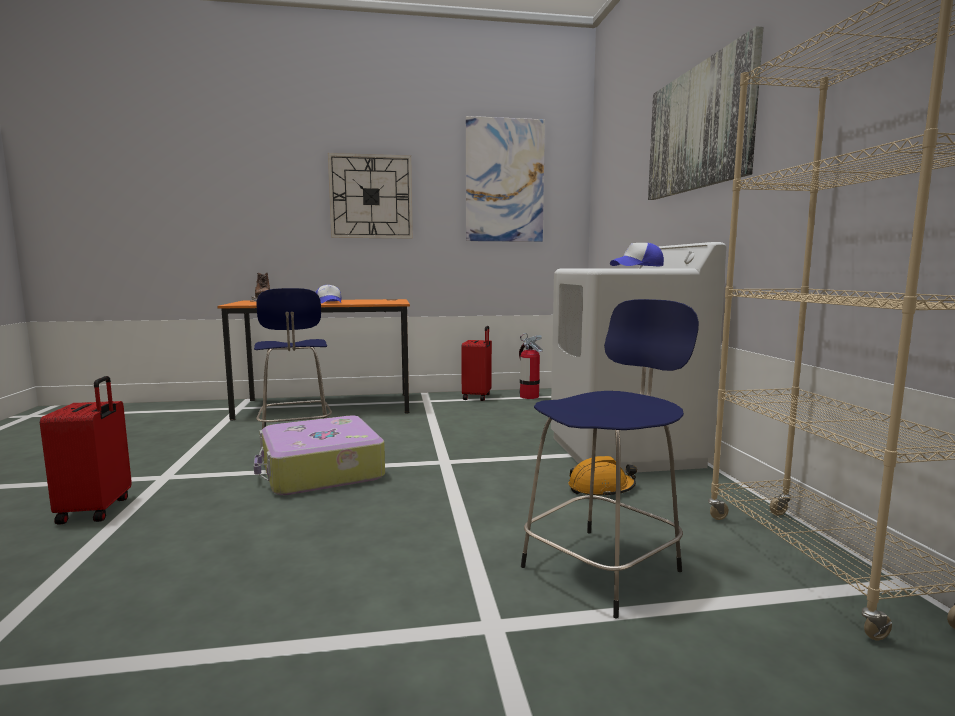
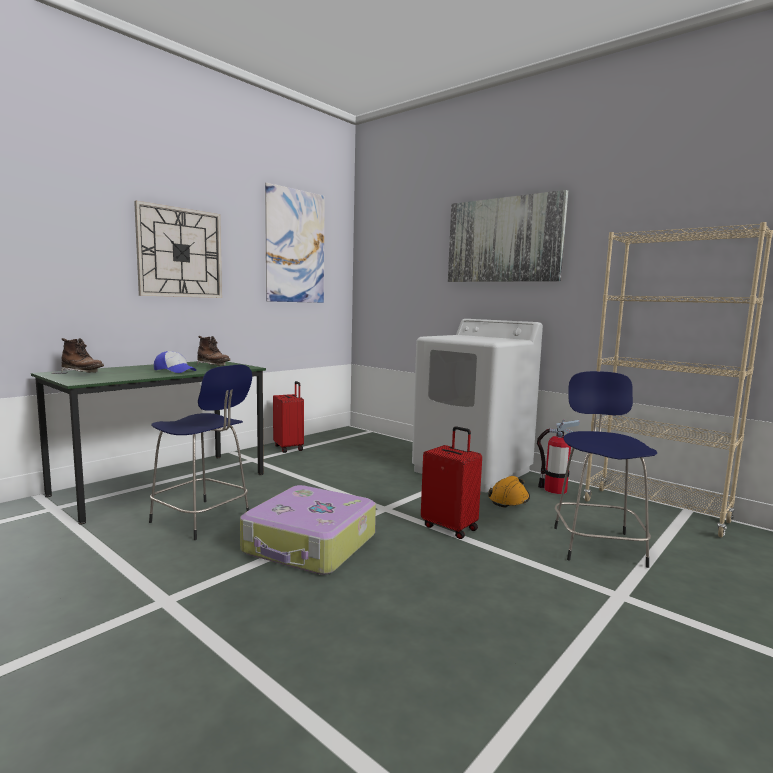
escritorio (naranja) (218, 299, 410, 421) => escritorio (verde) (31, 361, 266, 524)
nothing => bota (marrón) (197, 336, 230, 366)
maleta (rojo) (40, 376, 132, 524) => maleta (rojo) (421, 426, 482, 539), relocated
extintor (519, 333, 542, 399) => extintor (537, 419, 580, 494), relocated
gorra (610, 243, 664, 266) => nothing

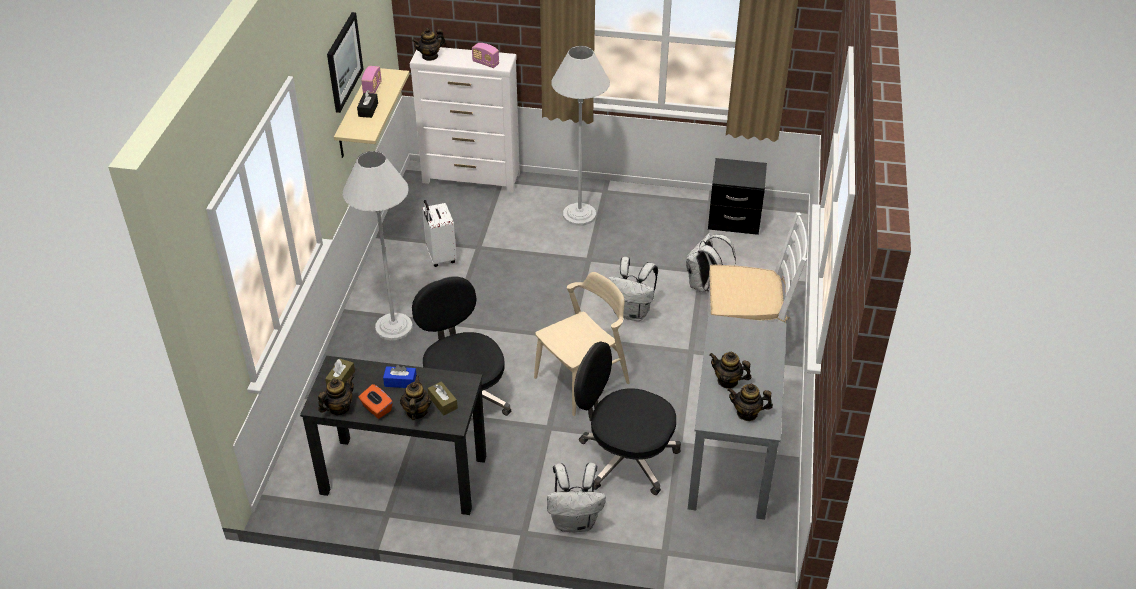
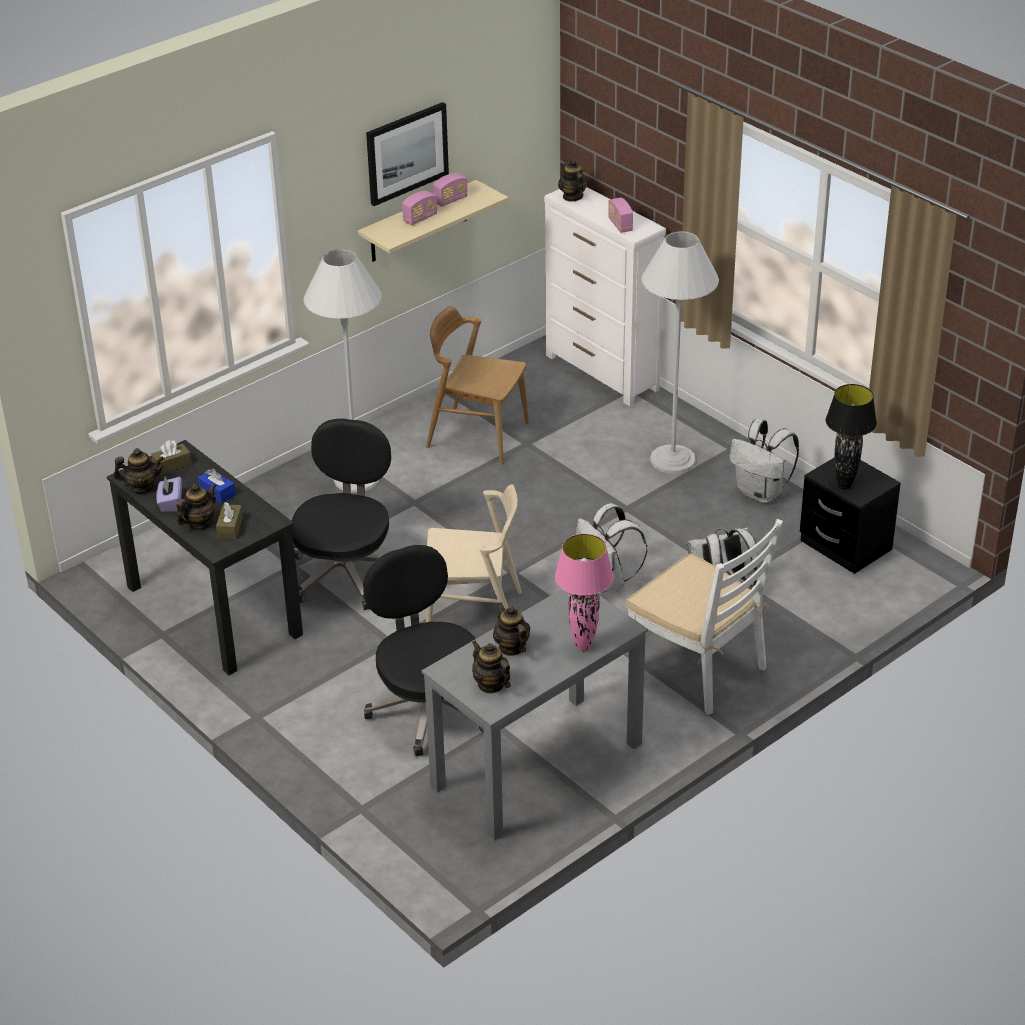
caja de pañuelos (naranja) (358, 384, 393, 419) => caja de pañuelos (morado) (156, 477, 182, 512)
caja de pañuelos (negro) (357, 90, 378, 118) => radio (402, 191, 437, 225)
maleta (blanco) (422, 200, 457, 267) => silla (marrón) (426, 306, 529, 464)
nothing => lámpara de mesa (rosa) (555, 534, 613, 651)
tetera (412, 28, 446, 61) => tetera (558, 160, 588, 202), 60 degrees clockwise
mochila (blanco) (547, 463, 606, 532) => mochila (blanco) (729, 418, 799, 503), relocated
nothing => lámpara de mesa (negro) (826, 384, 877, 490)

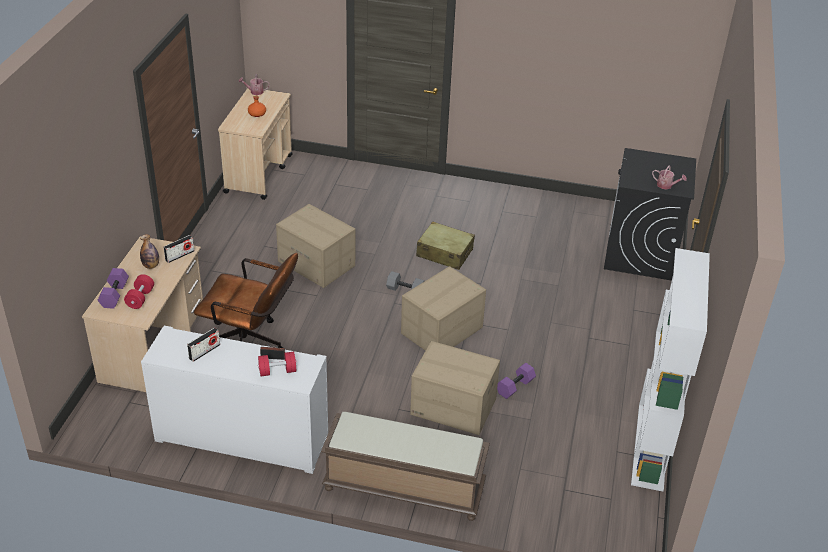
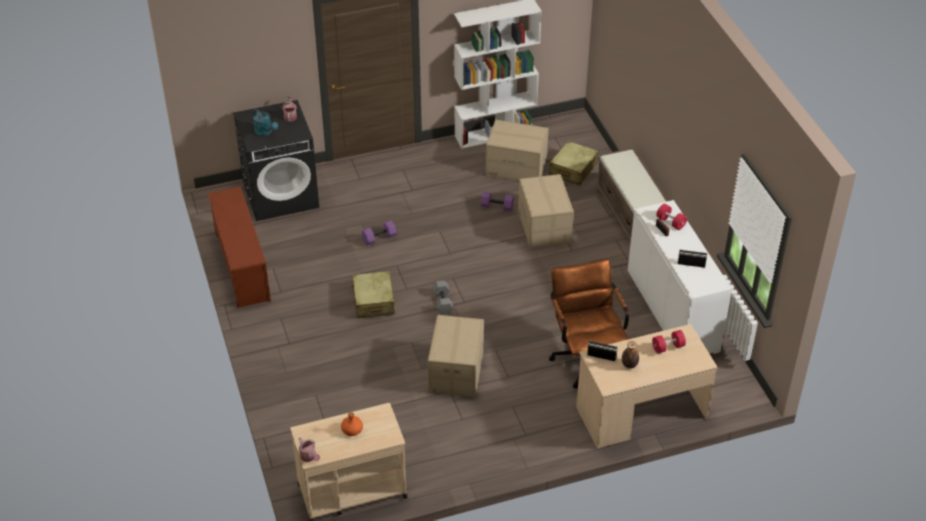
nothing => zapatero (marrón) (207, 186, 271, 308)
nothing => regadera (turquesa) (252, 108, 278, 137)
mancuerna (morado) (98, 268, 129, 309) => mancuerna (morado) (362, 221, 397, 245), relocated
caja de cartón (401, 266, 486, 351) => caja de cartón (485, 120, 549, 181), relocated
nothing => maleta (beis) (549, 141, 598, 185)

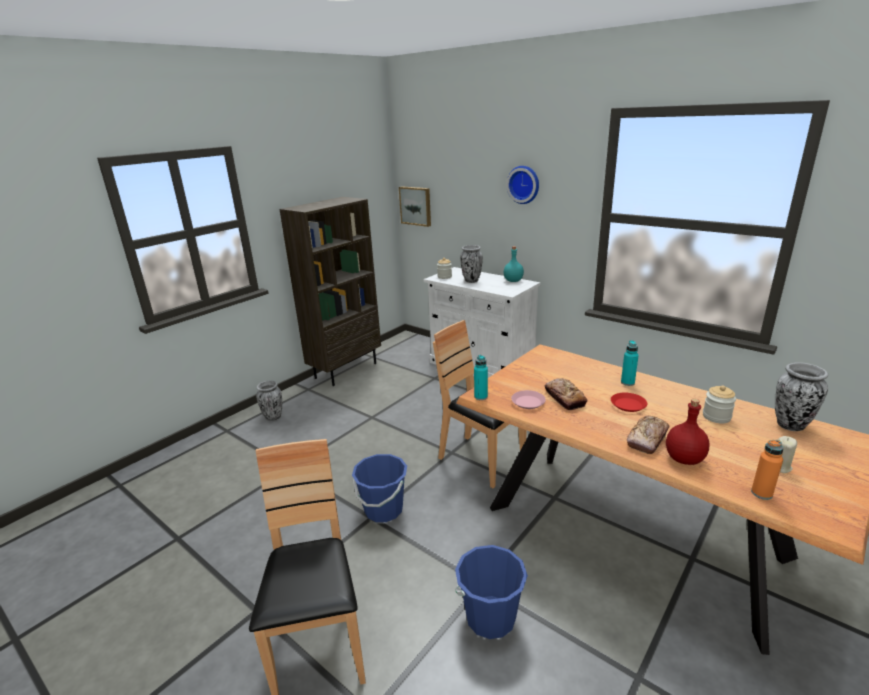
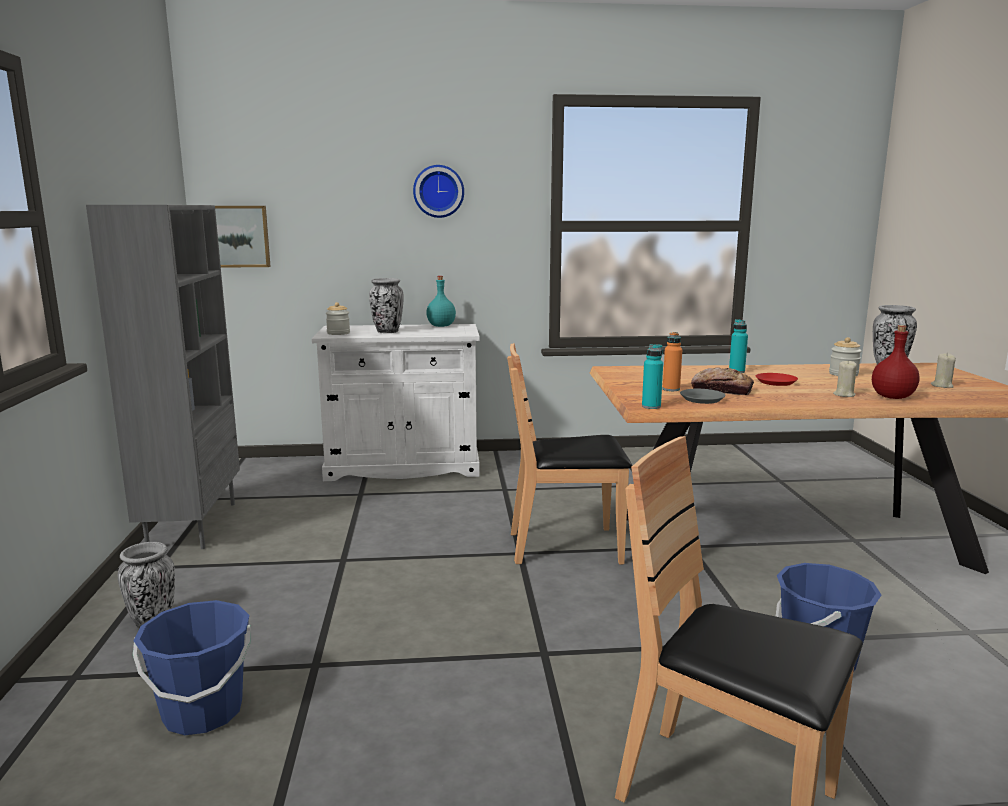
estantería (marrón) (279, 197, 381, 386) => estantería (gris) (86, 205, 240, 549)
cubo (azul) (352, 454, 407, 522) => cubo (azul) (133, 600, 251, 735), relocated
botella (naranja) (751, 440, 783, 500) => botella (naranja) (663, 332, 682, 391), relocated
plato (rosa) (511, 390, 546, 409) => plato (gris) (680, 389, 725, 404)
pan (627, 416, 669, 454) => vela (beis) (833, 360, 857, 397)

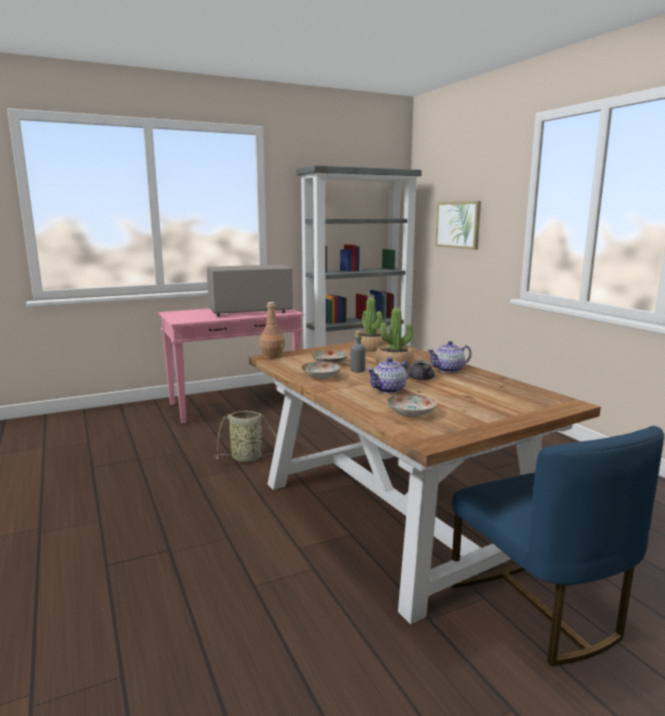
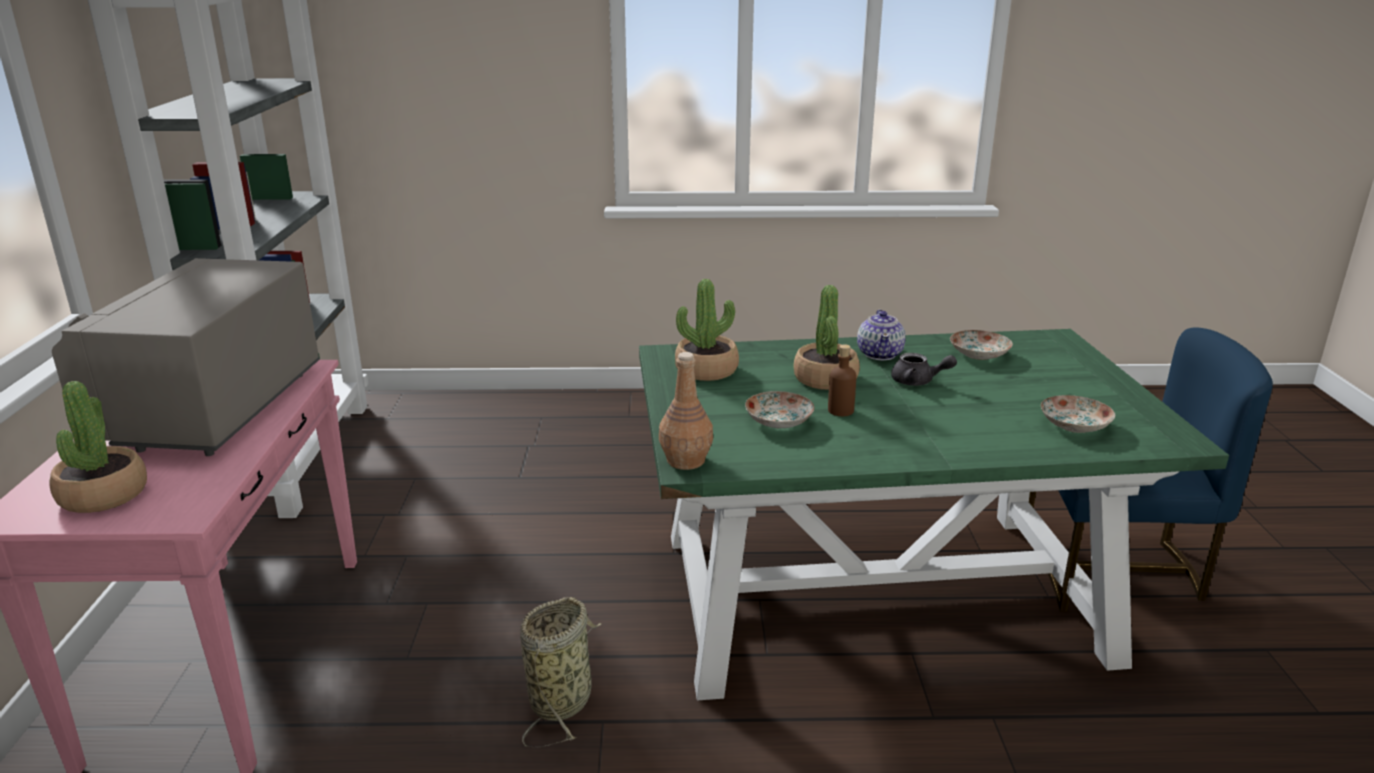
nothing => planta en maceta (49, 381, 147, 513)
mesa de comedor (marrón) (249, 342, 601, 624) => mesa de comedor (verde) (639, 329, 1229, 701)
botella (gris) (350, 331, 366, 372) => botella (marrón) (828, 344, 857, 416)
plato (301, 362, 341, 379) => plato (950, 330, 1013, 360), relocated
tetera (367, 357, 411, 394) => nothing
cuadro (435, 201, 481, 250) => nothing

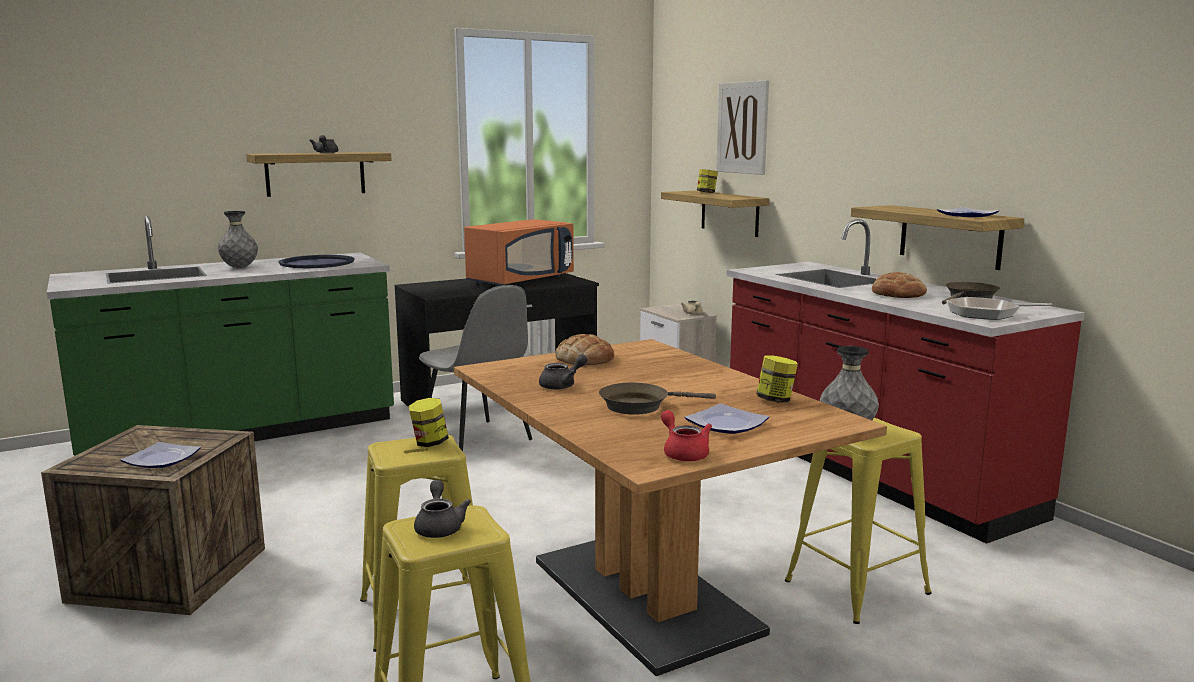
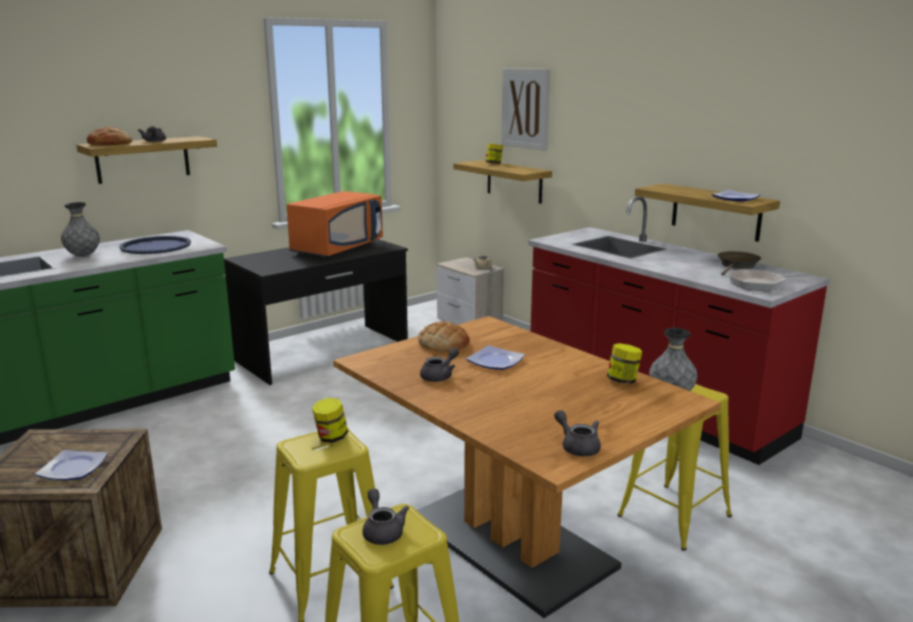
pan (872, 272, 927, 298) => pan (87, 127, 132, 146), relocated
plato (685, 403, 769, 434) => plato (466, 345, 525, 370), relocated
tetera (rojo) (661, 410, 712, 461) => tetera (gris) (554, 410, 601, 456)
silla (gris) (419, 285, 532, 451) => nothing
sartén (marrón) (599, 383, 716, 415) => nothing

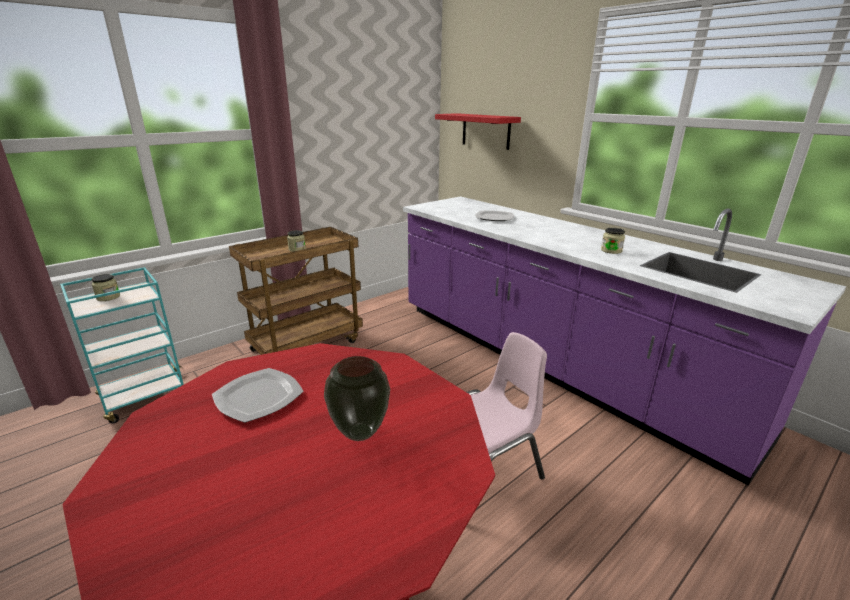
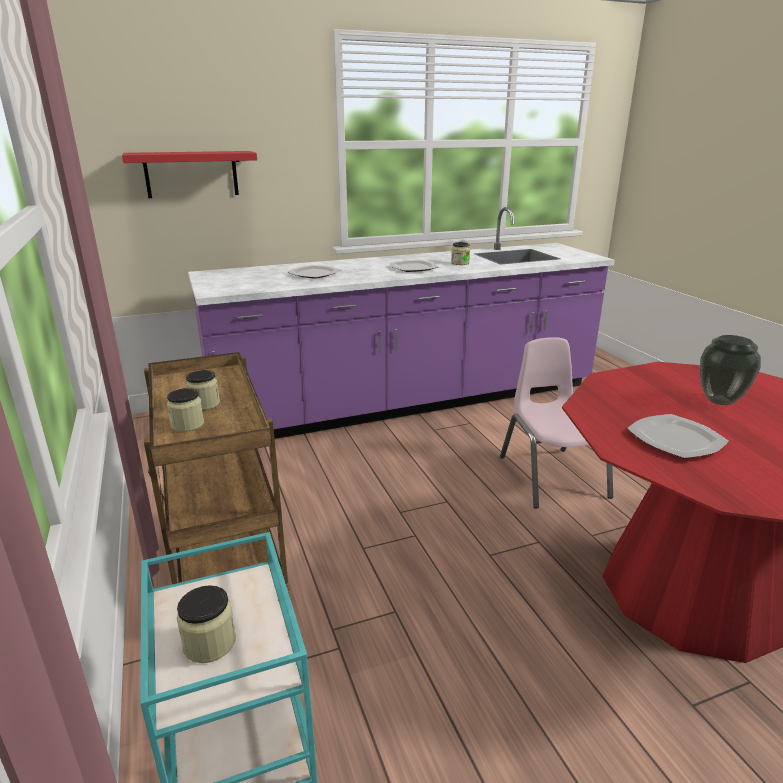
nothing => tarro (167, 388, 204, 432)
nothing => plato (390, 260, 438, 272)

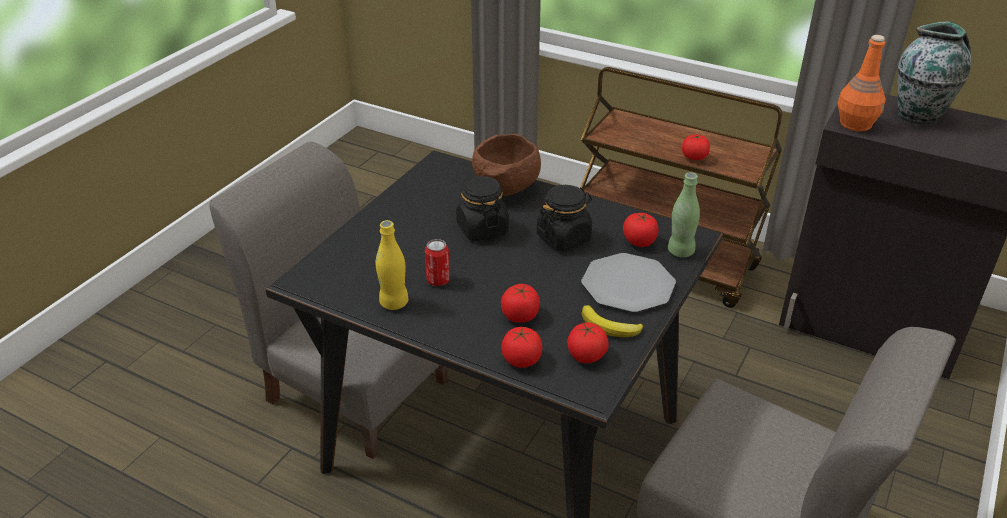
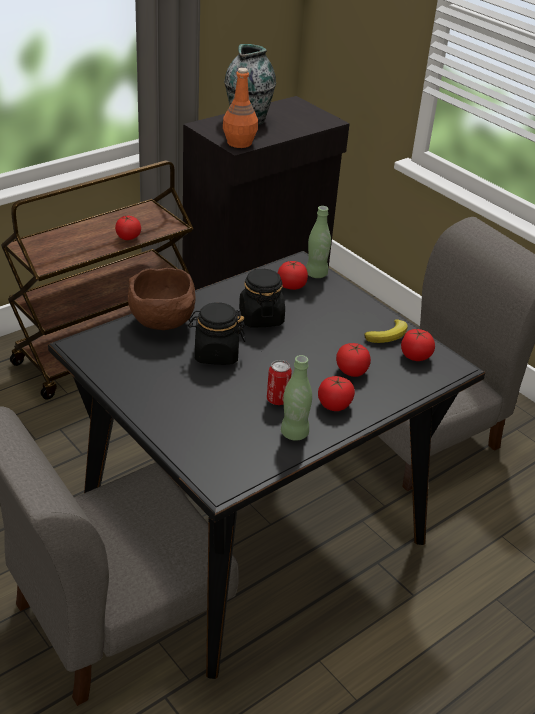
botella (amarillo) (376, 220, 409, 310) => botella (verde) (281, 355, 312, 441)
tomate (501, 326, 542, 368) => tomate (318, 376, 355, 411), relocated
plato (581, 253, 676, 312) => nothing

